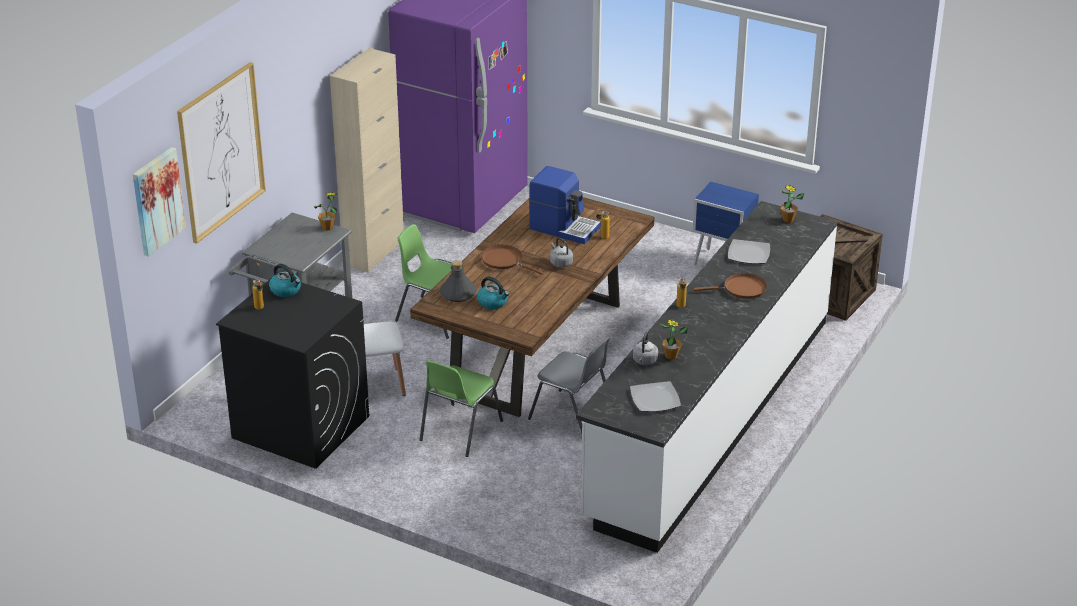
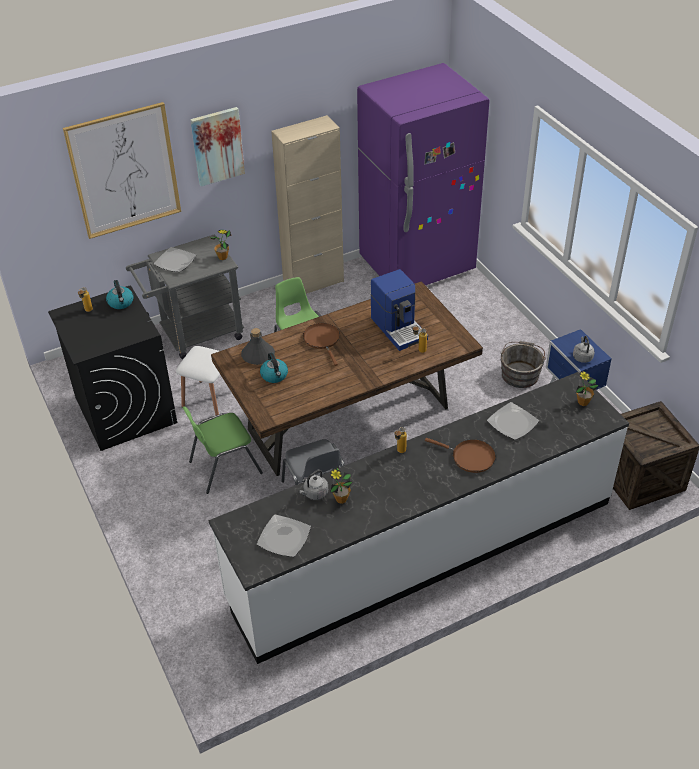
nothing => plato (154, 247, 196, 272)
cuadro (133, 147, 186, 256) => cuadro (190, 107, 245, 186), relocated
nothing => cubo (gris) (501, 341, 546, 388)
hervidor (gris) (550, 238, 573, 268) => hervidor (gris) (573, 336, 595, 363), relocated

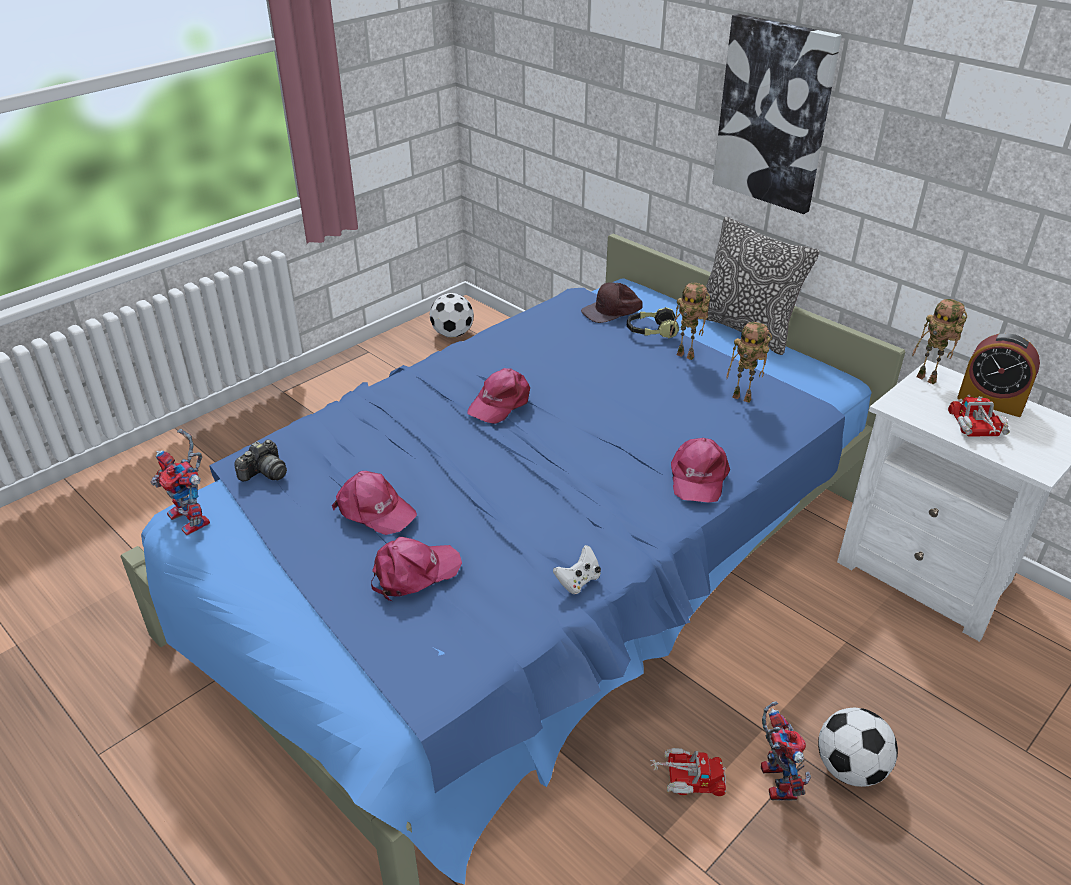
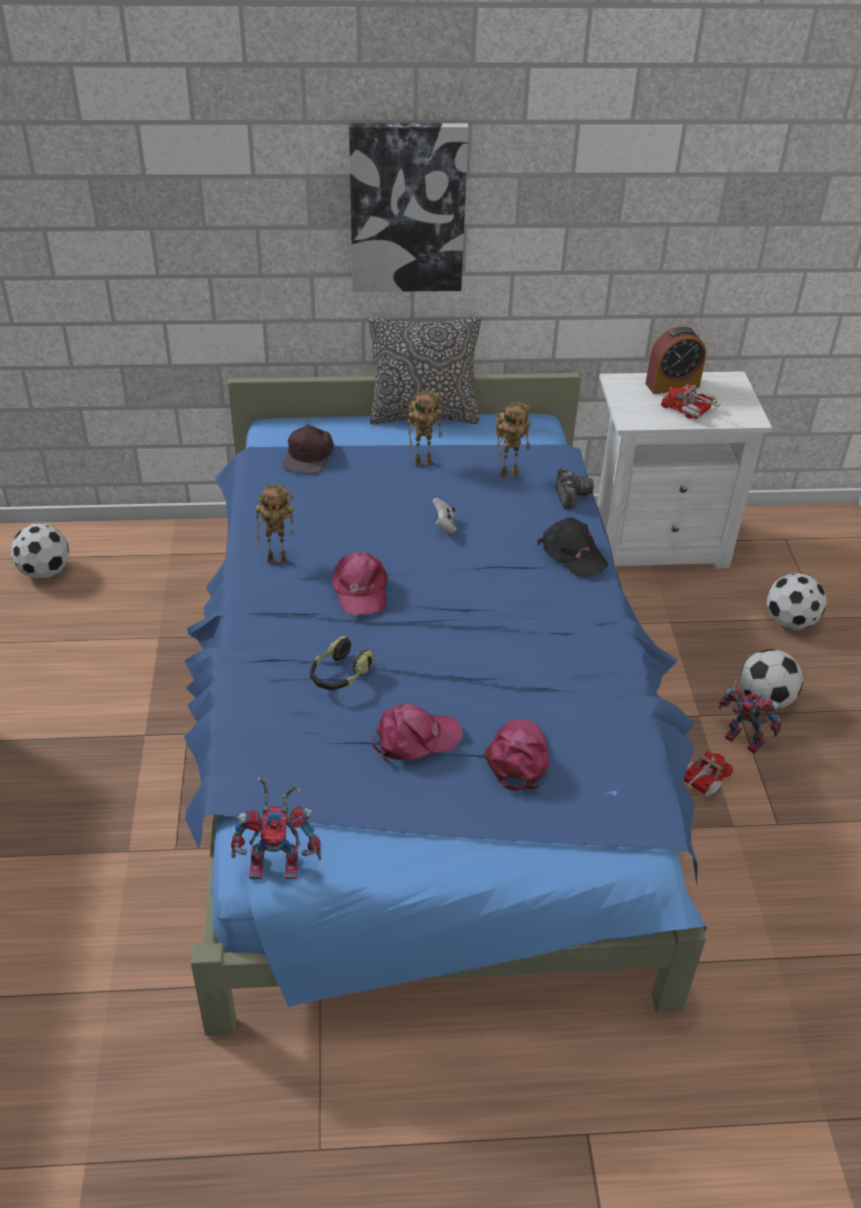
robot de juguete (912, 299, 967, 384) => robot de juguete (255, 485, 294, 563), relocated
auriculares (627, 307, 679, 338) => auriculares (310, 636, 375, 690), relocated
mando de consola (blanco) (553, 545, 601, 594) => mando de consola (blanco) (433, 498, 456, 533), relocated
gorra (rosa) (671, 438, 730, 502) => gorra (negro) (538, 517, 608, 577)
cámara (234, 439, 287, 482) => cámara (555, 468, 594, 509), relocated
nothing => balón de fútbol (767, 573, 827, 630)

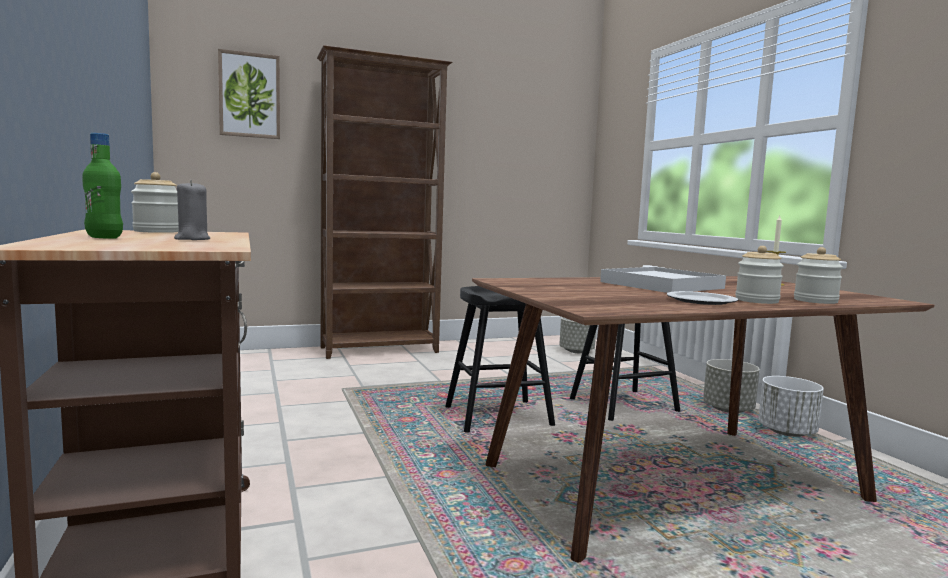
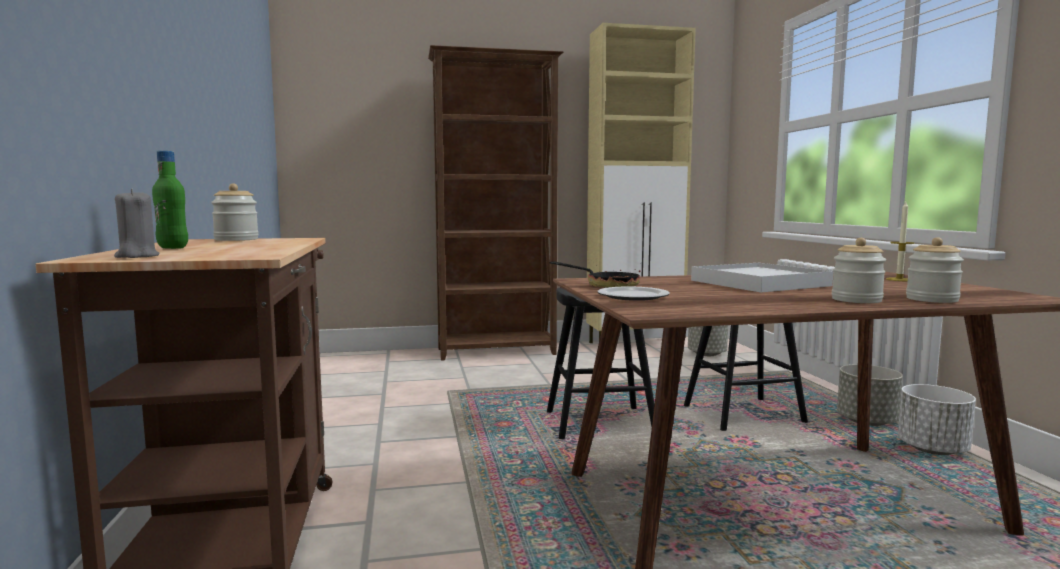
vela (gris) (174, 180, 210, 240) => vela (gris) (114, 189, 159, 258), relocated
nothing => sartén (550, 262, 641, 288)
nothing => armario (beis) (586, 23, 696, 343)
plato (667, 291, 738, 305) => plato (597, 286, 670, 301), relocated
cuadro (218, 49, 280, 139) => nothing

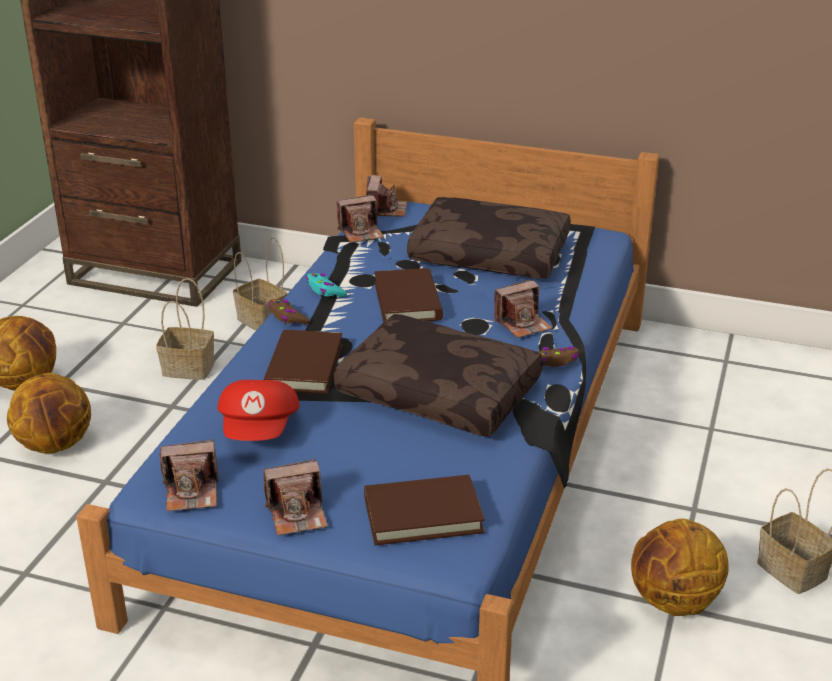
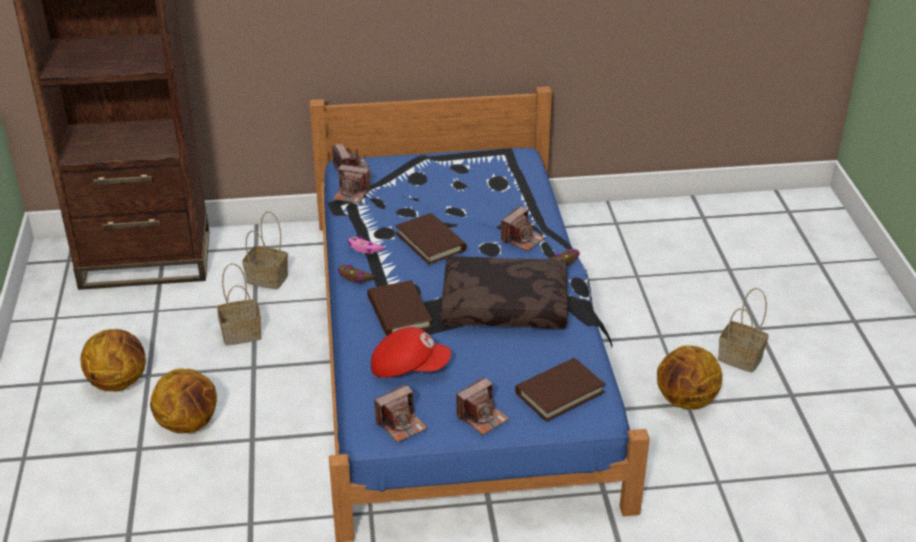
cámara (337, 194, 384, 243) => cámara (333, 165, 371, 204), 60 degrees clockwise
mando de consola (turquesa) (306, 273, 347, 297) => mando de consola (rosa) (348, 236, 384, 254)
gorra (rojo) (217, 380, 300, 441) => gorra (rojo) (371, 327, 451, 378), 60 degrees counterclockwise
cojín (marrón) (407, 197, 571, 279) => nothing

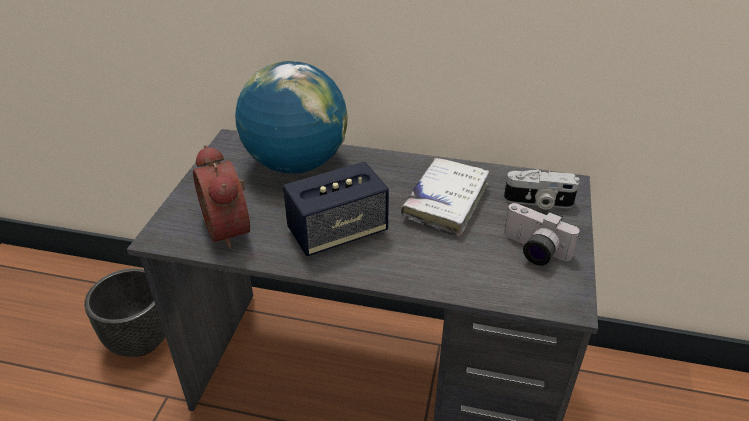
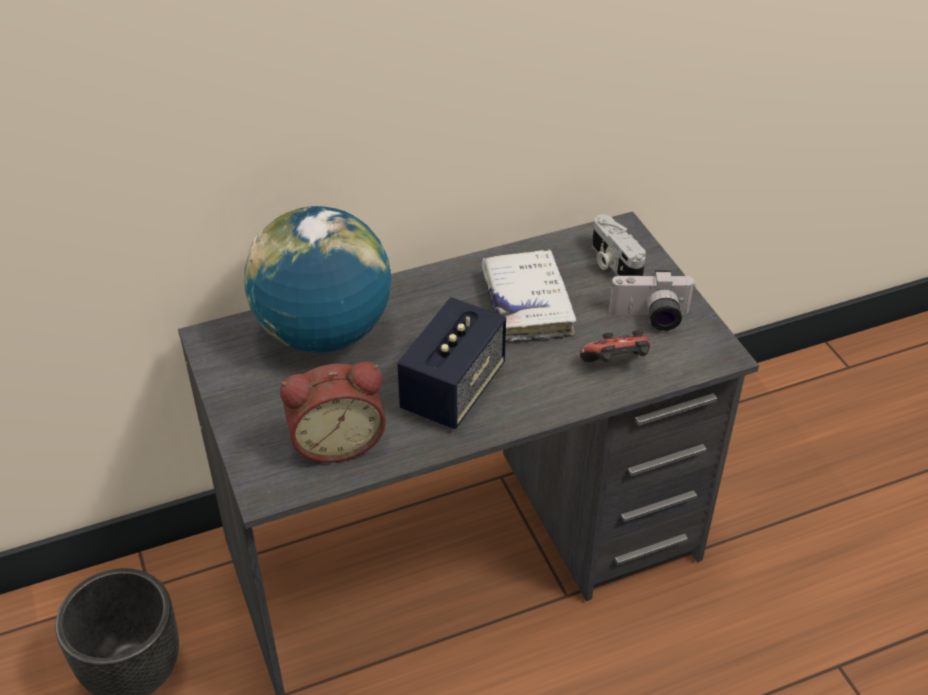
despertador (193, 145, 250, 249) => despertador (280, 362, 386, 463), 45 degrees counterclockwise
nothing => mando de consola (580, 330, 650, 362)
cámara (504, 170, 580, 210) => cámara (592, 214, 646, 276), 90 degrees clockwise

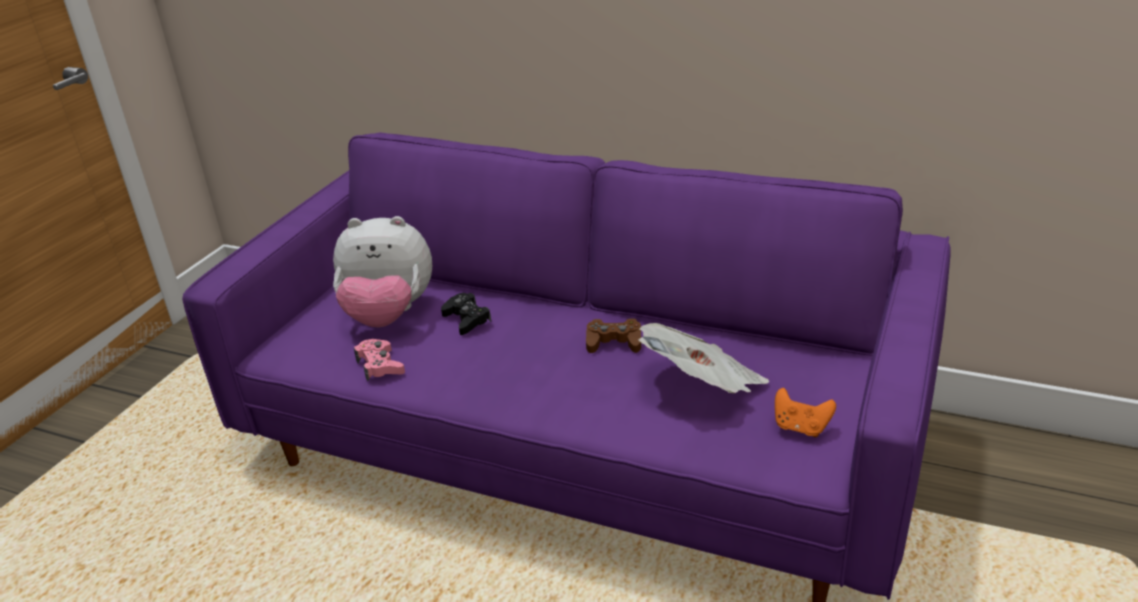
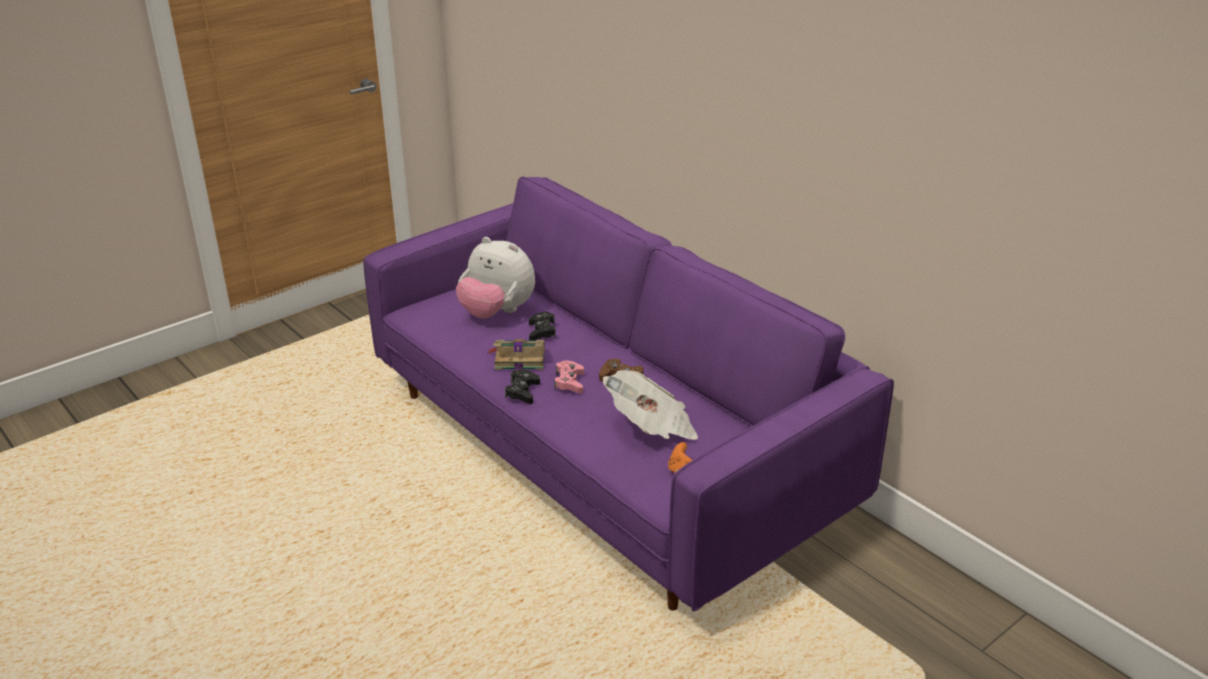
nothing => libro (487, 339, 545, 370)
nothing => mando de consola (negro) (505, 369, 540, 404)
mando de consola (rosa) (354, 339, 405, 381) => mando de consola (rosa) (554, 361, 584, 393), relocated

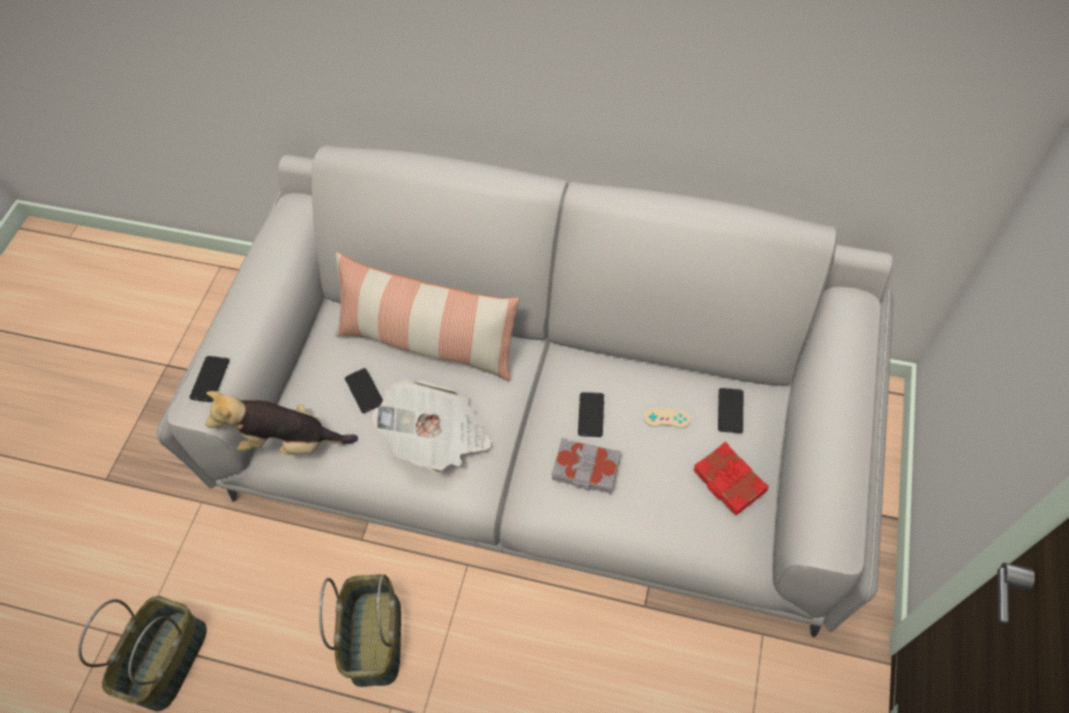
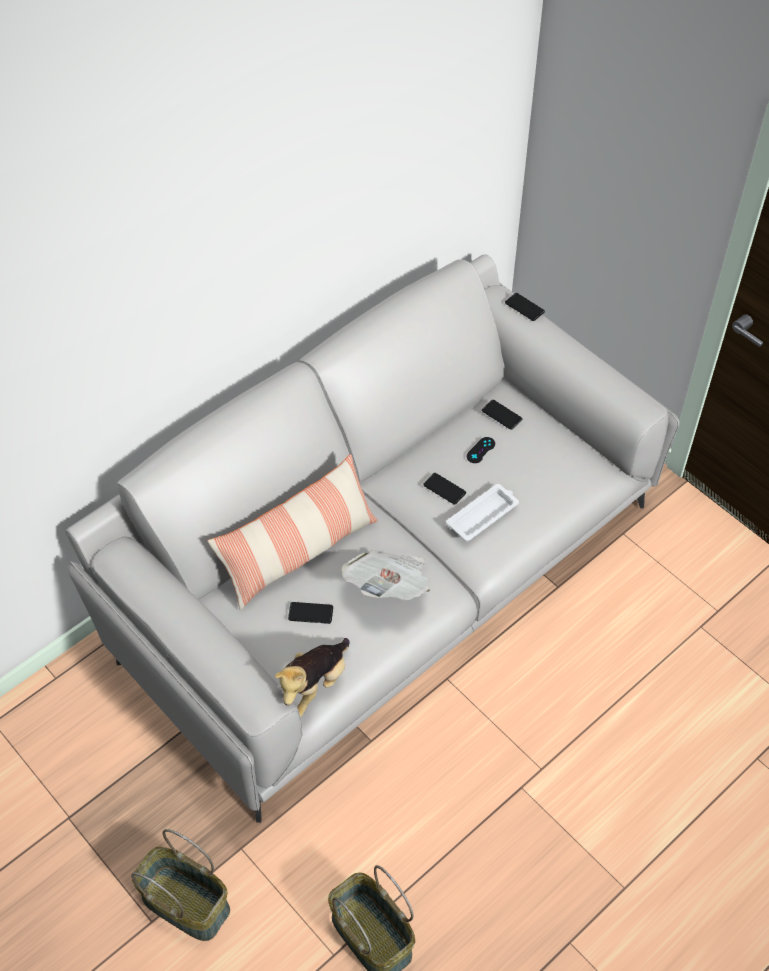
cesta (319, 574, 401, 687) => cesta (131, 829, 230, 941), relocated
libro (gris) (552, 438, 621, 494) => bandeja (blanco) (446, 484, 519, 541)
mando de consola (beis) (644, 408, 690, 428) => mando de consola (negro) (466, 437, 495, 463)
móvil (190, 356, 229, 402) => móvil (505, 293, 545, 321), relocated
libro (rojo) (693, 441, 769, 516) => nothing

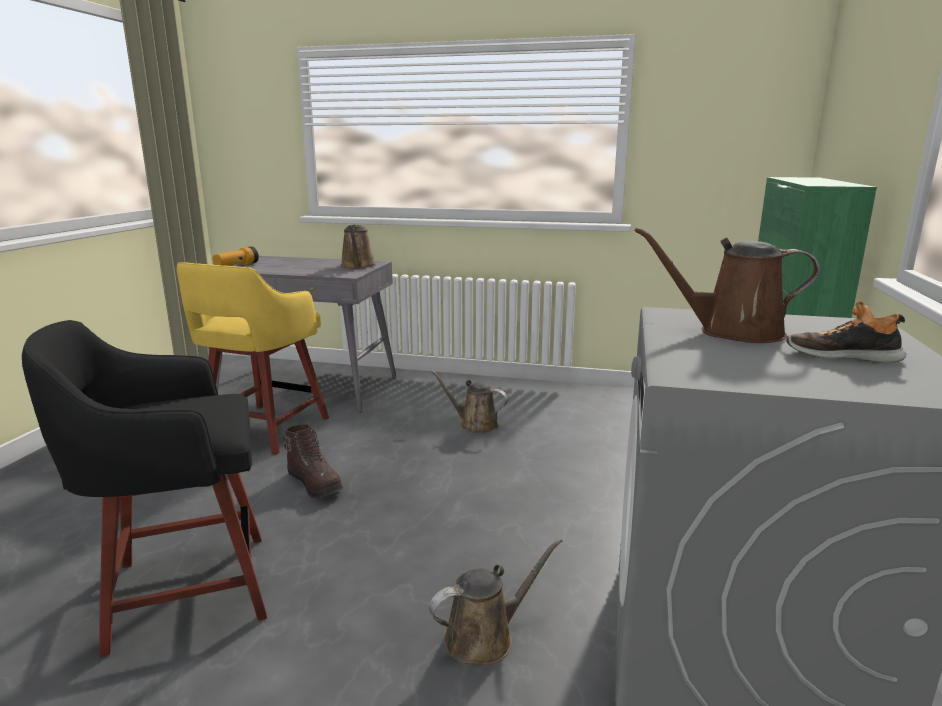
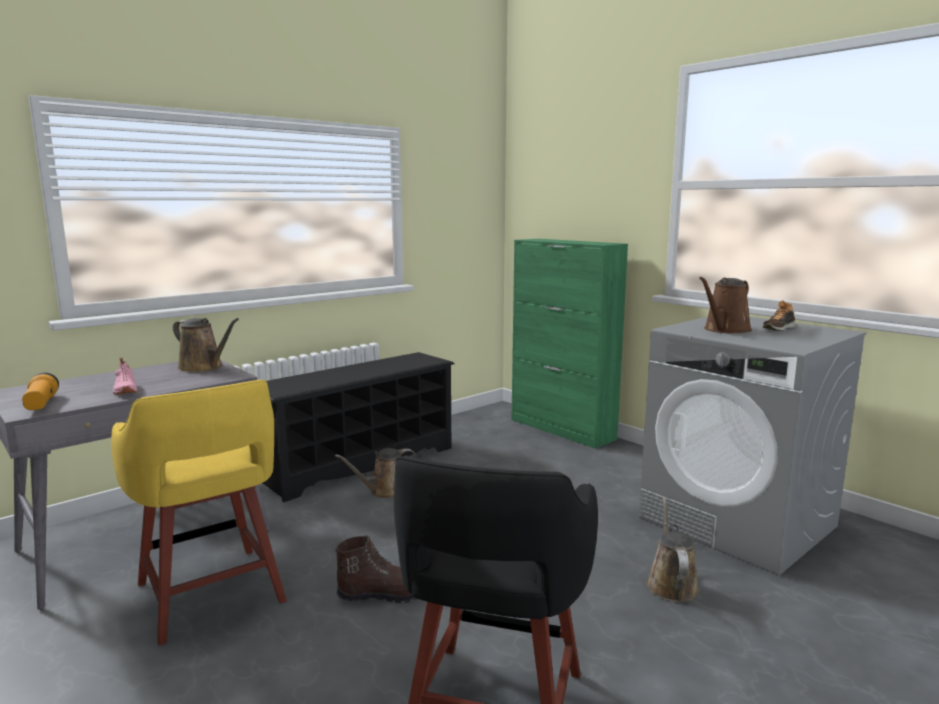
nothing => zapato (rosa) (113, 358, 138, 395)
nothing => zapatero (negro) (263, 352, 455, 502)

